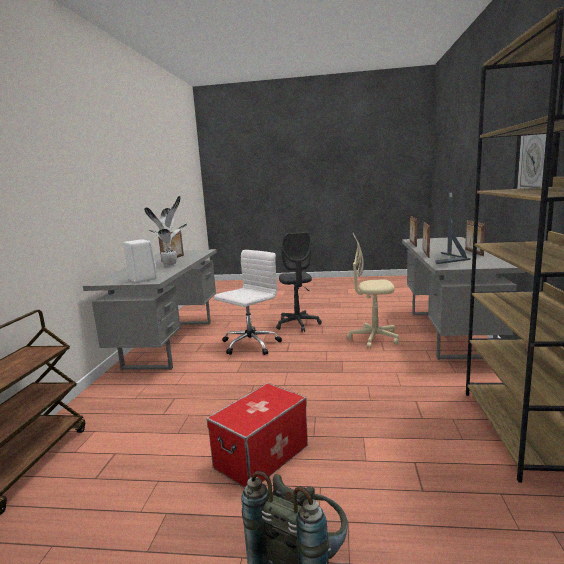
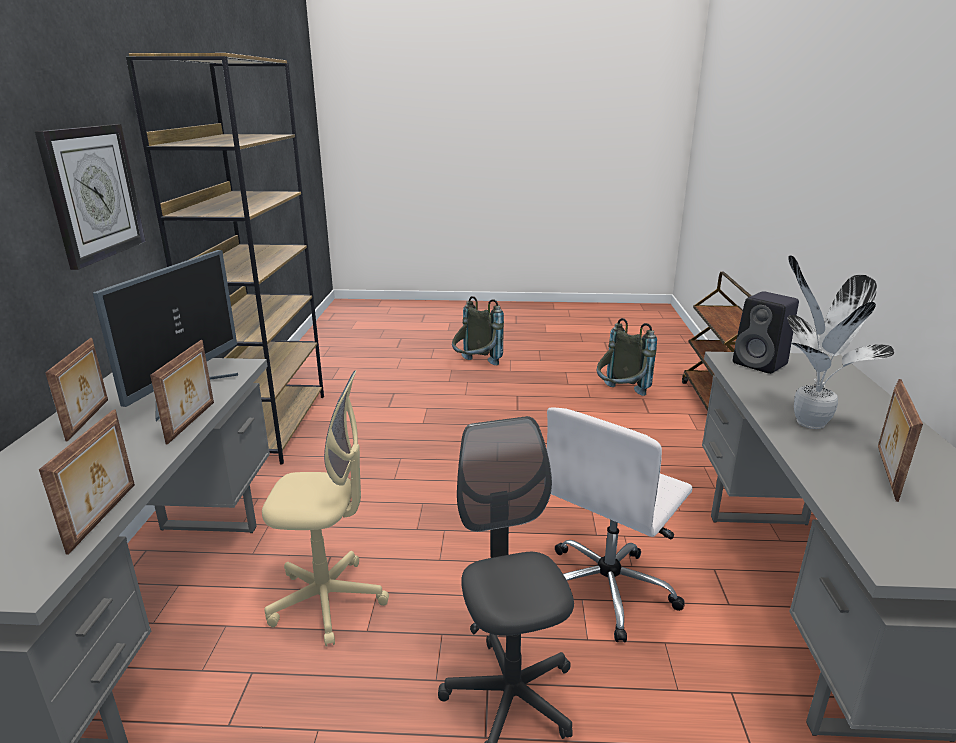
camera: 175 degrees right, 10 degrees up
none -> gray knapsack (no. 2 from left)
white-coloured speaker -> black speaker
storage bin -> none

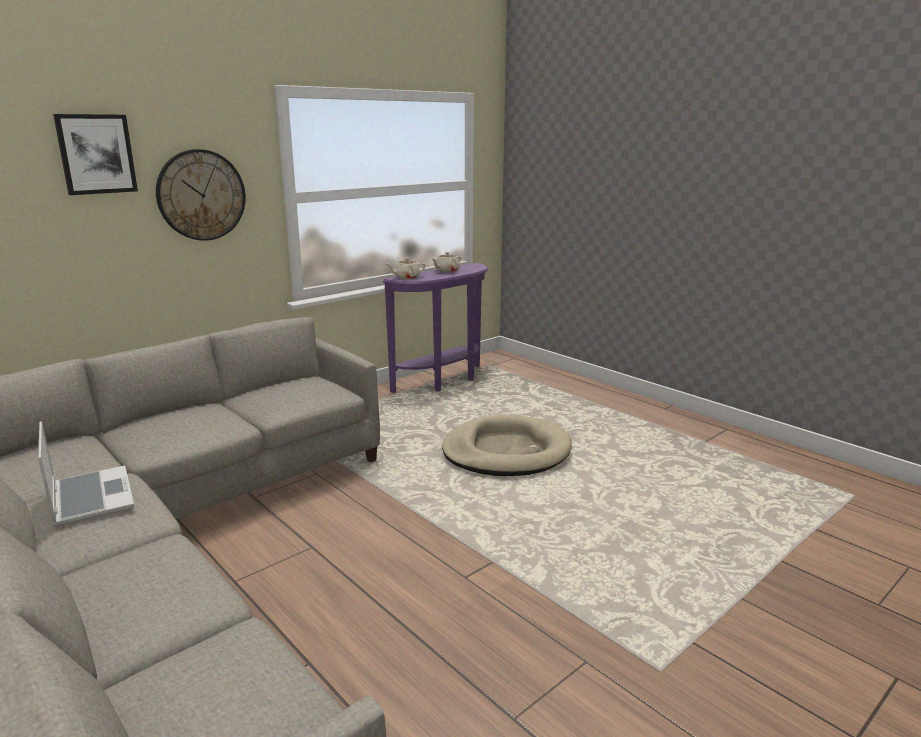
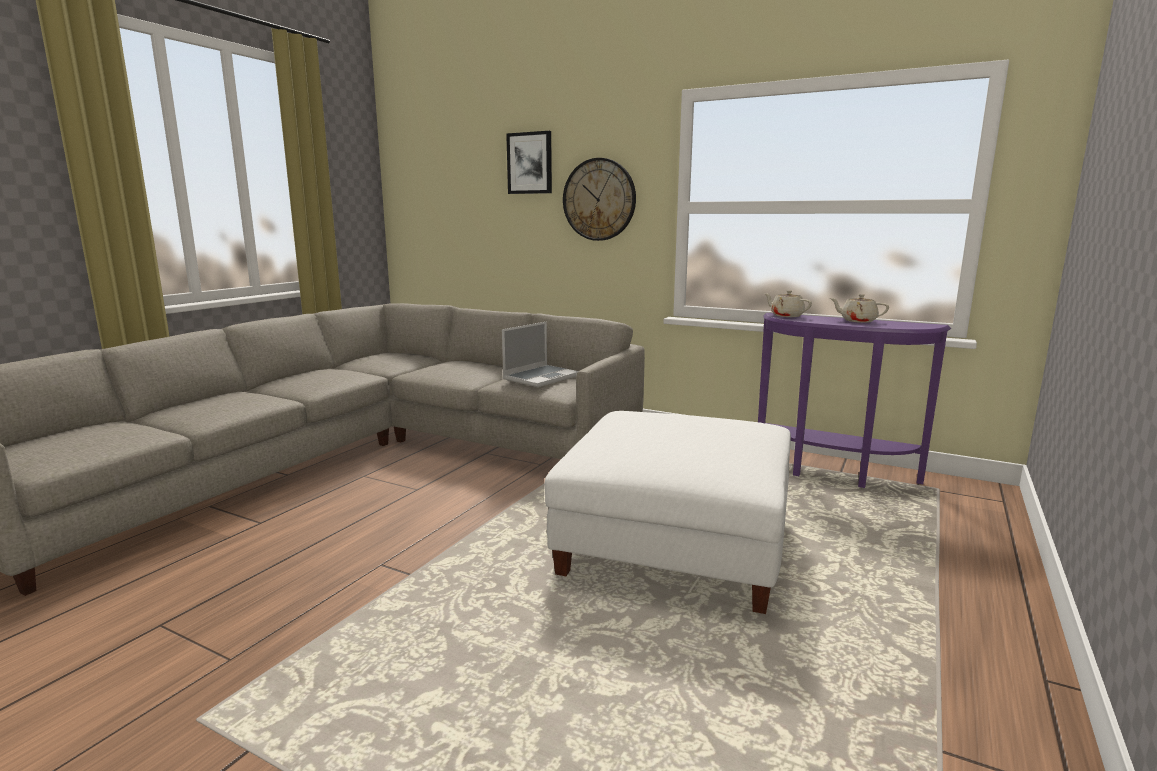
camera: 70 degrees right, 5 degrees down
notebook computer, relocated
sand-coloured pet bed -> white-coloured pouffe

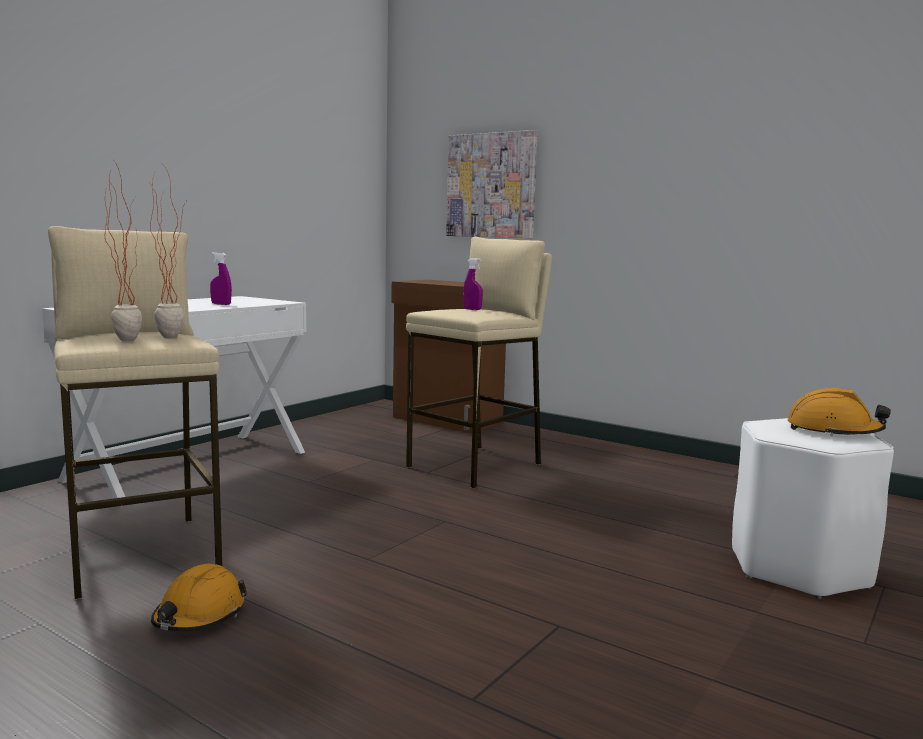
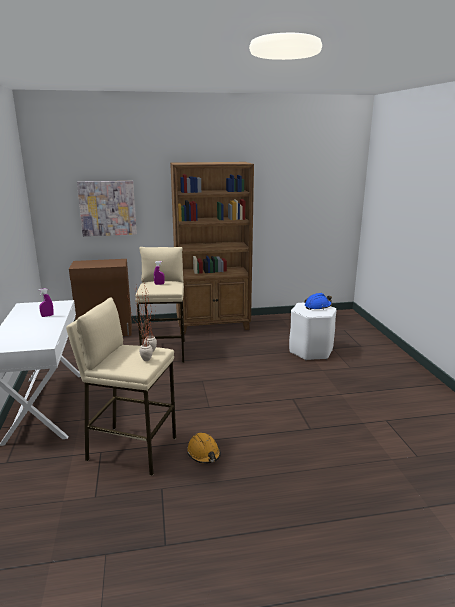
camera: 45 degrees left, 10 degrees up
none -> brownish bookcase
orange-coloured safety helmet (no. 2 from left) -> blue safety helmet

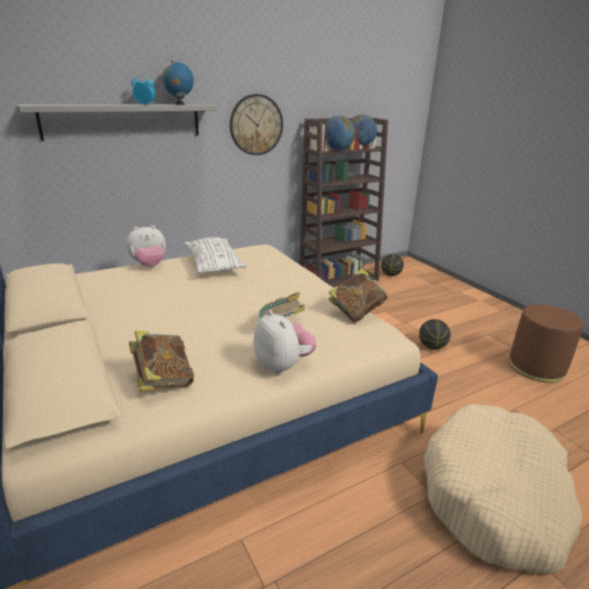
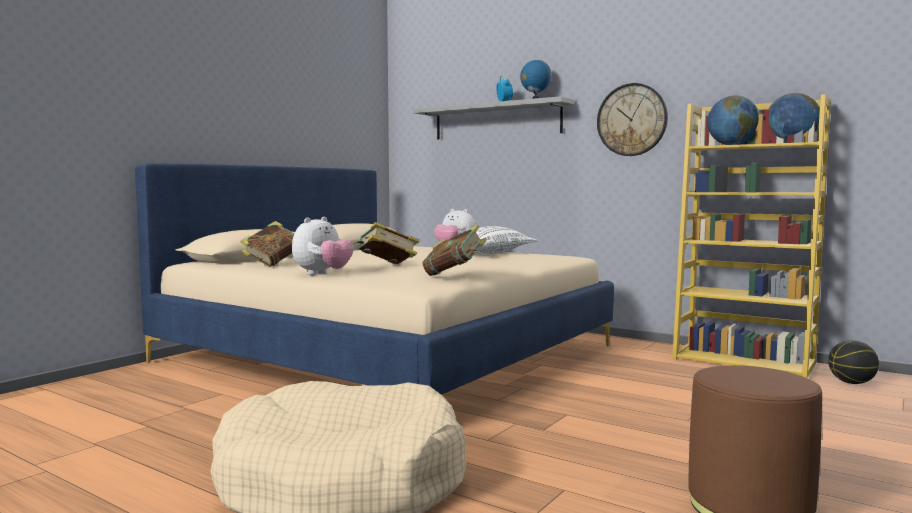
camera: 65 degrees right, 20 degrees down
brownish bookcase -> yellow bookcase
basketball (no. 2 from left) -> none

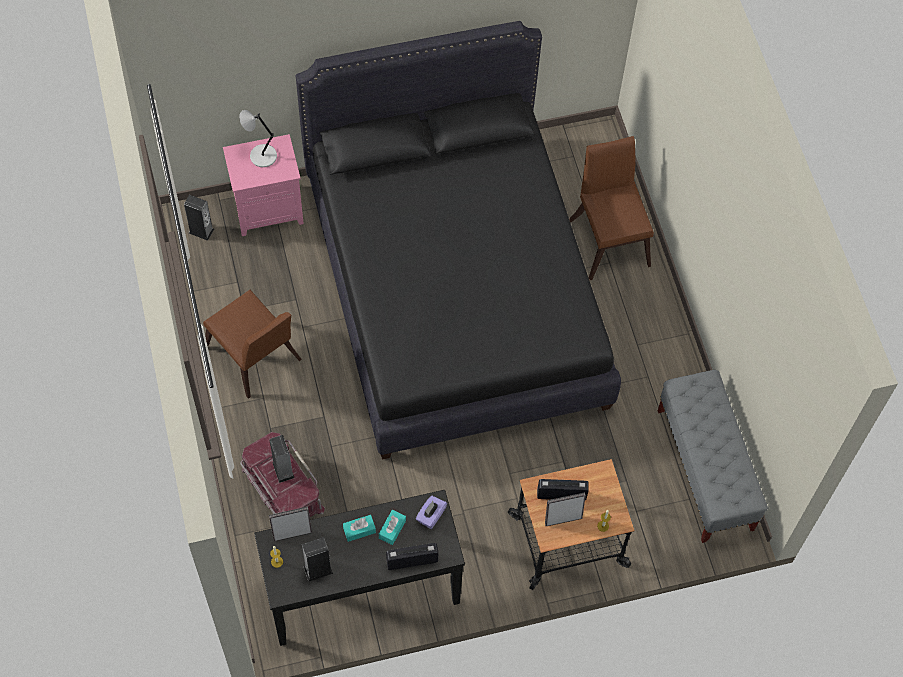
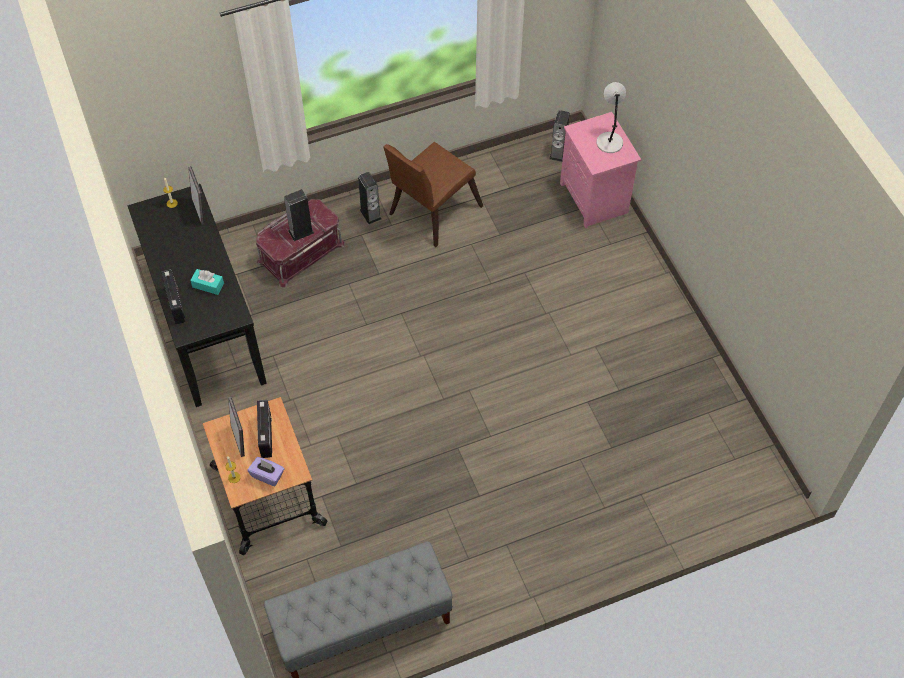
camera: 85 degrees right, 5 degrees down
purple-coloured box of tissues, relocated
speaker (no. 3 from left in the first image) -> speaker (no. 2 from left), relocated
black bedroom bed -> none
blue-green box of tissues (no. 1 from left) -> none
brownish plain chair (no. 2 from left) -> none

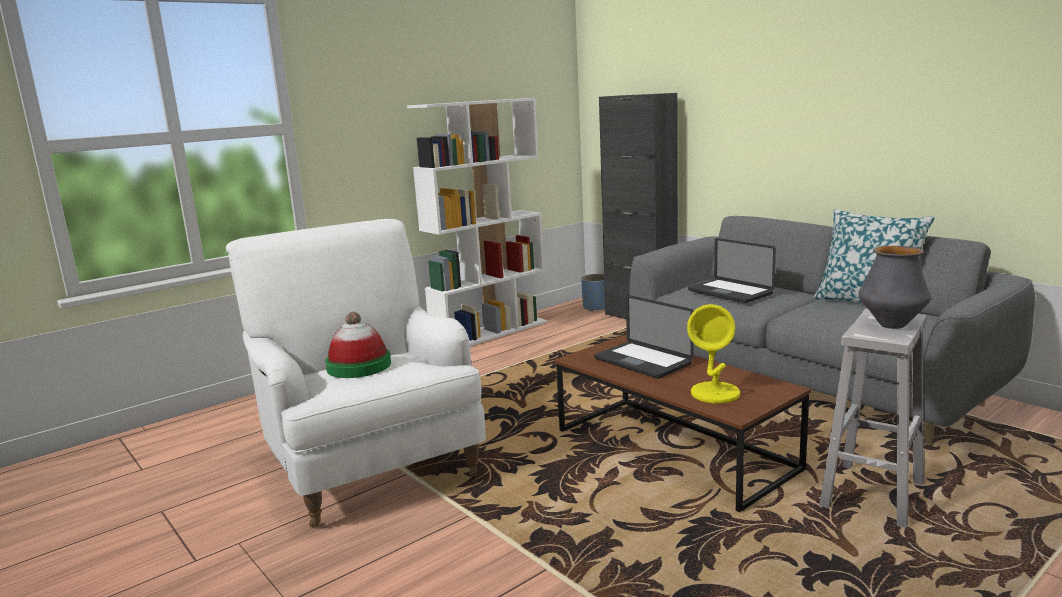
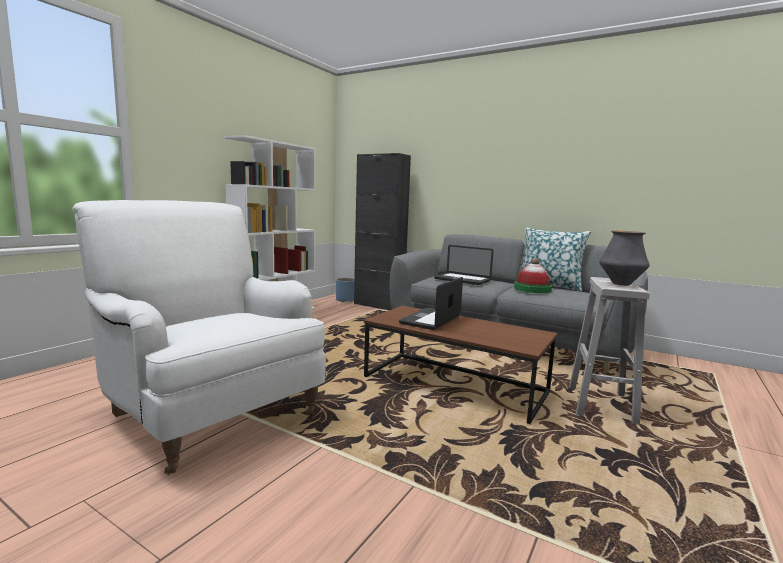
camera: 20 degrees left, 5 degrees down
notebook computer (no. 1 from left), 90 degrees clockwise
wearable hat, relocated
yellow tabletop lamp -> none

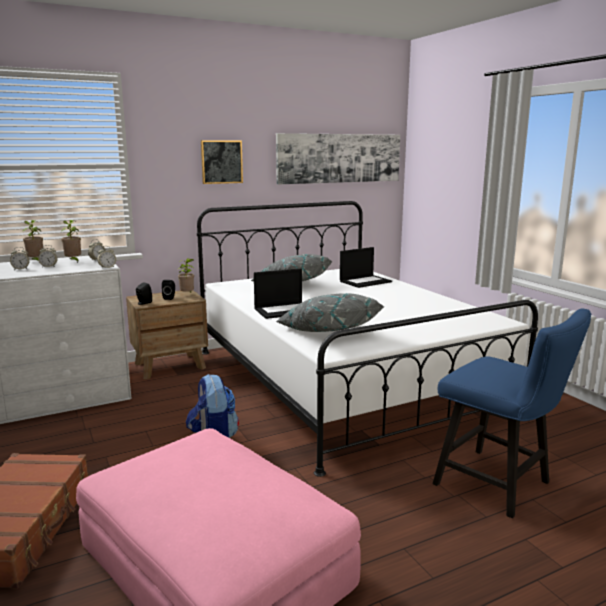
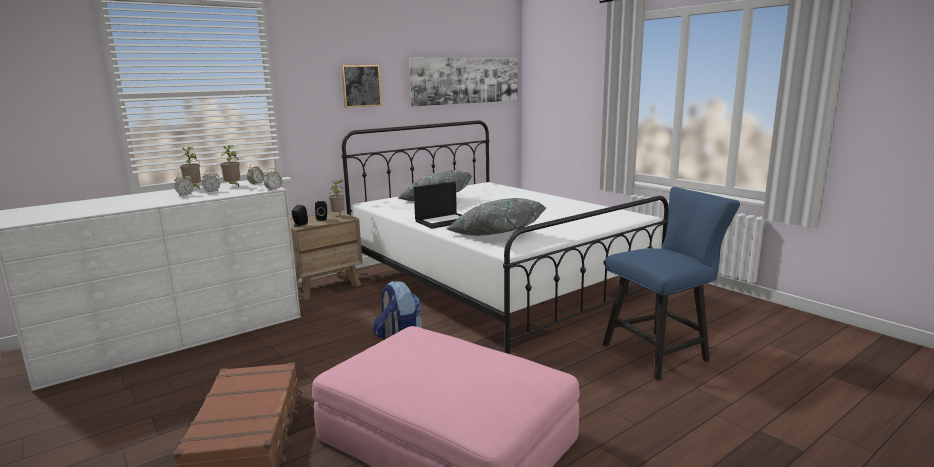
camera: 10 degrees left, 0 degrees up
blue plain chair, 60 degrees counterclockwise
notebook computer (no. 2 from left) -> none

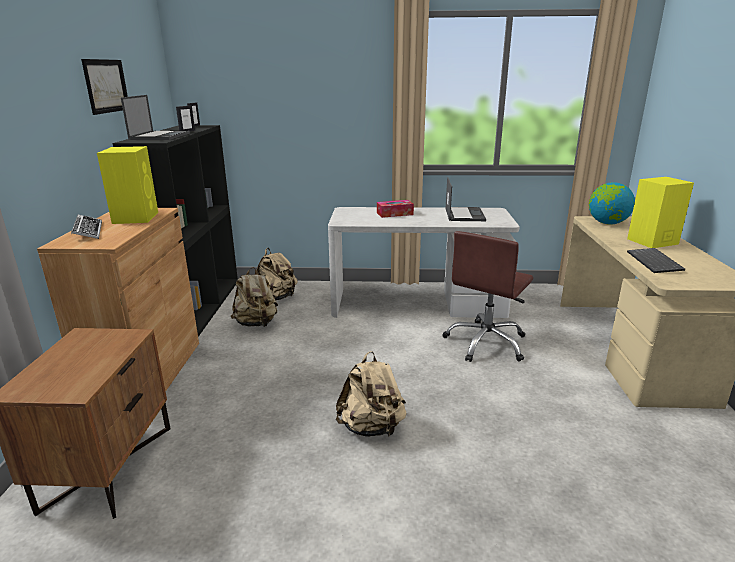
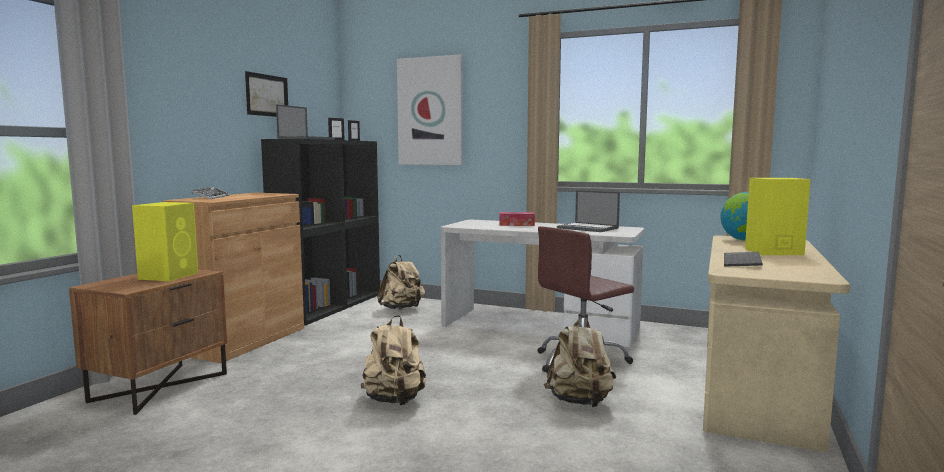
camera: 20 degrees right, 15 degrees down
yellow speaker (no. 1 from left), relocated
none -> wall picture (no. 2 from left)
sand-coloured knapsack (no. 1 from left in the first image) -> sand-coloured knapsack (no. 3 from left), relocated
notebook computer (no. 2 from left), 105 degrees clockwise

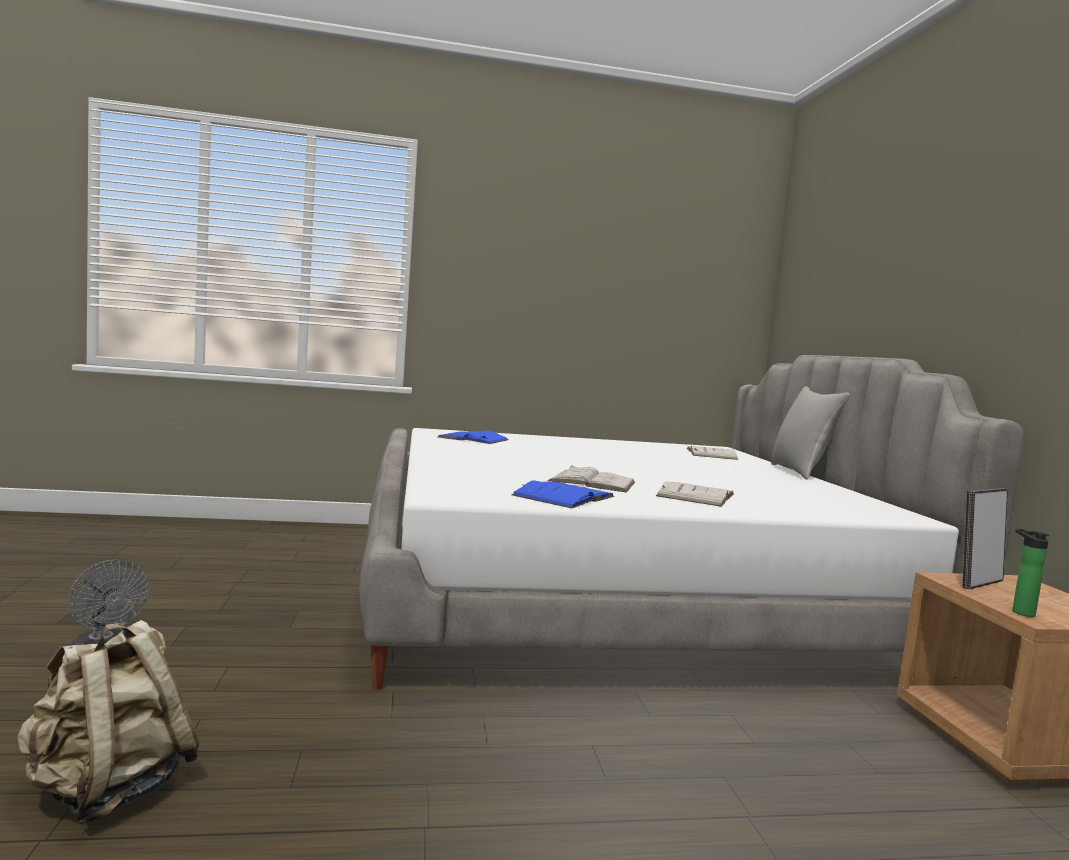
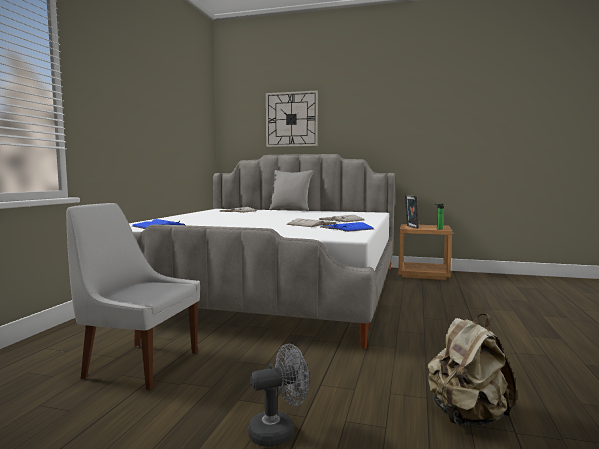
camera: 65 degrees left, 0 degrees up
none -> white-coloured plain chair
none -> wall clock

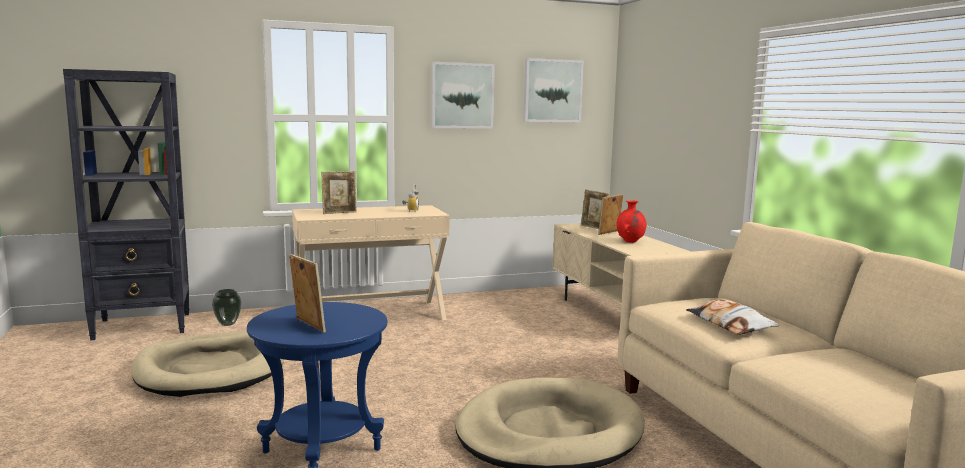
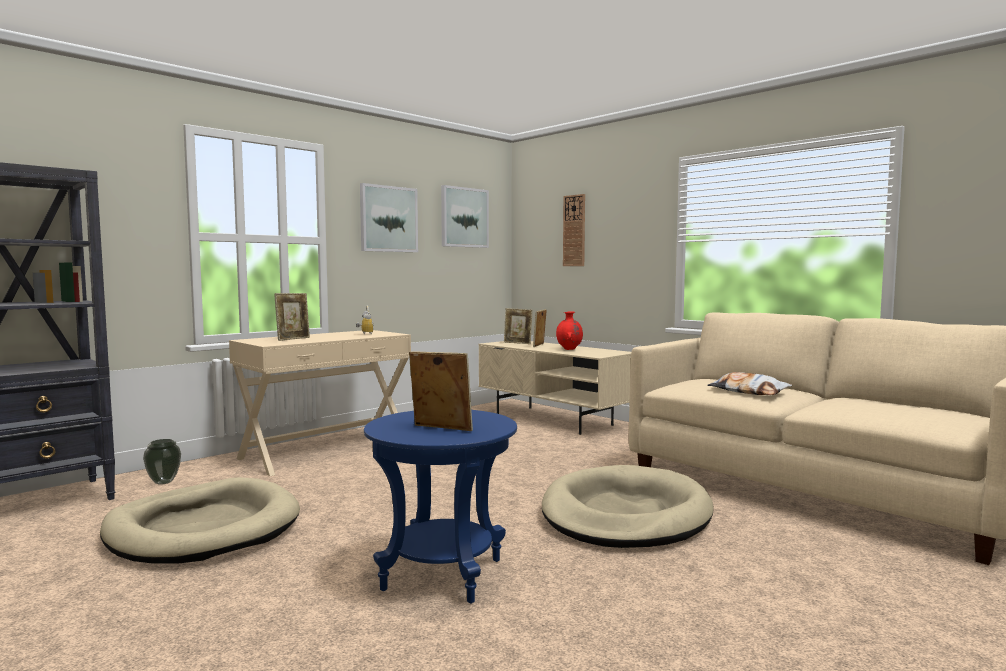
camera: 25 degrees left, 5 degrees down
none -> wall clock

